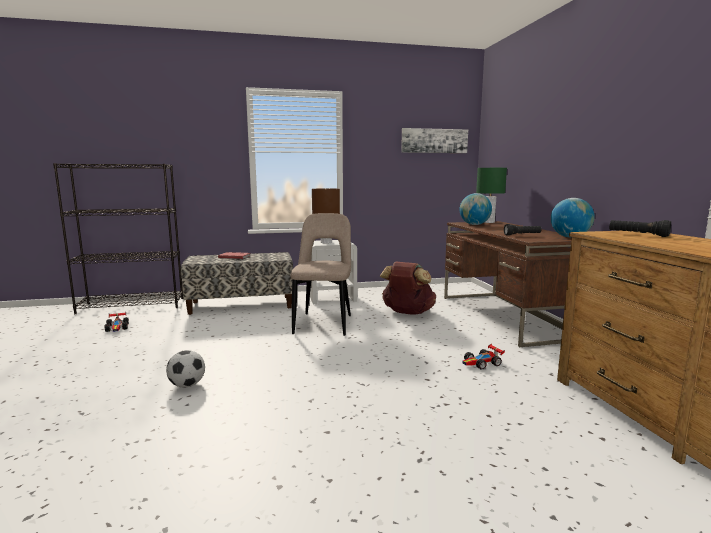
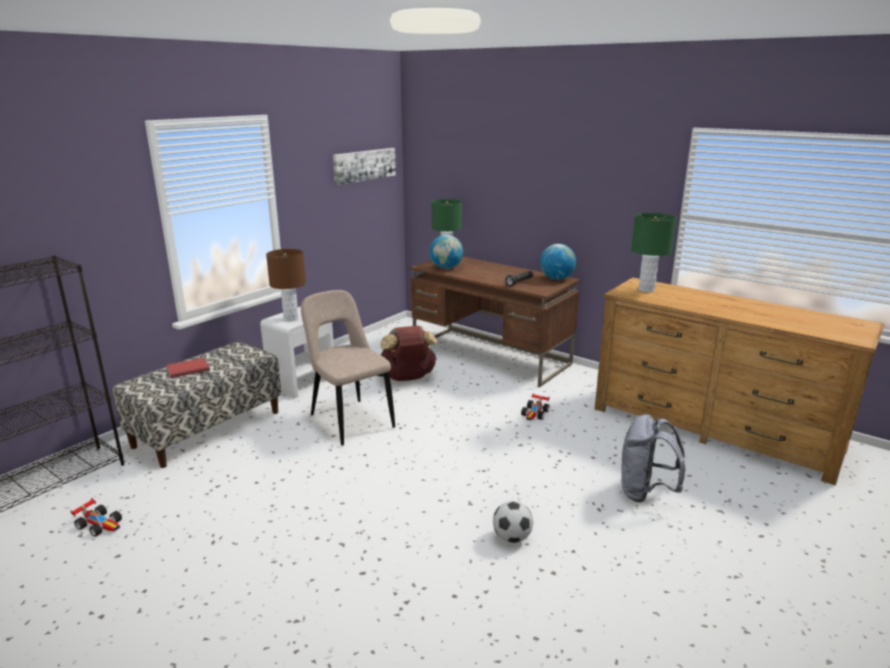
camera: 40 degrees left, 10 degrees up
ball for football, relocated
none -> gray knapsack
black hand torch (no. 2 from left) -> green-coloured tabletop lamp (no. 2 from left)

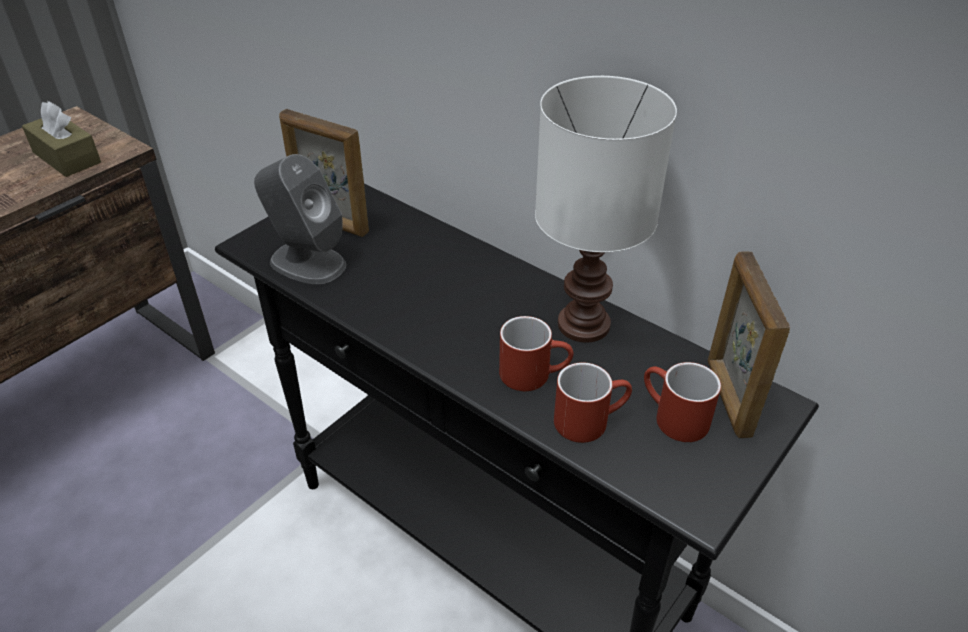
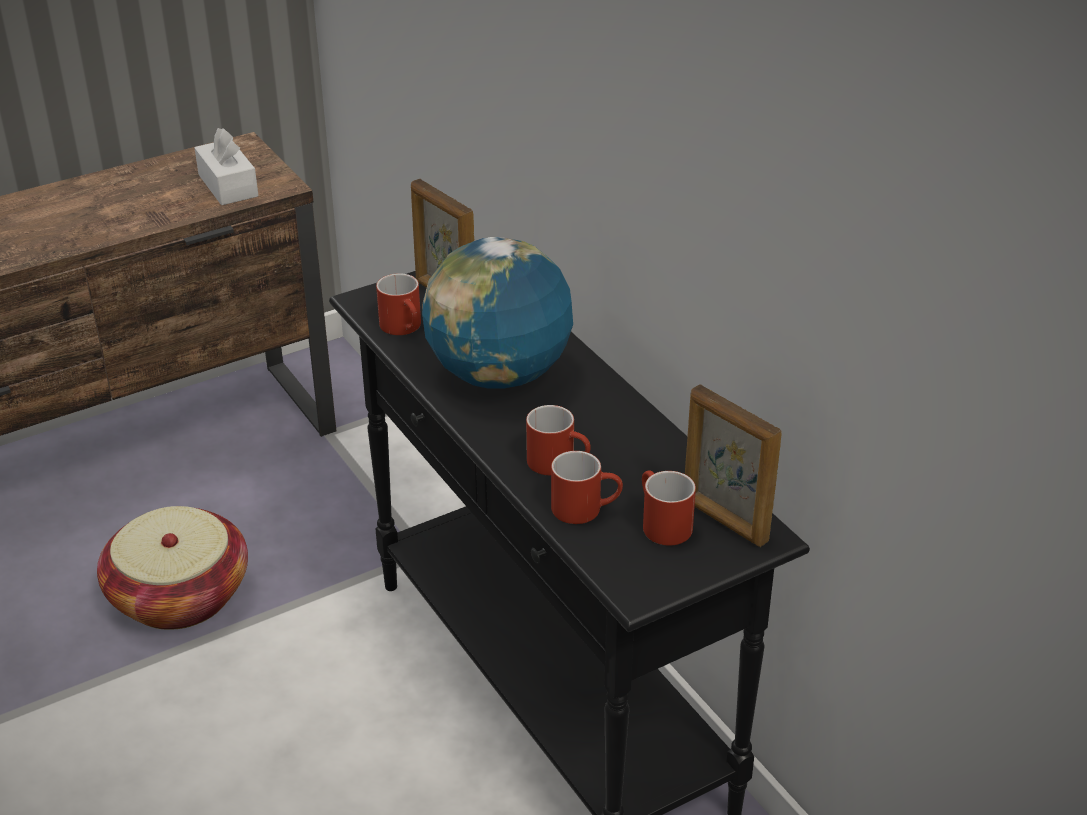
camera: 20 degrees right, 5 degrees down
none -> basket
brownish box of tissues -> white-coloured box of tissues
gray speaker -> red-coloured tea mug (no. 1 from left)
none -> desk globe
photo frame (no. 2 from left), 60 degrees counterclockwise
white-coloured tabletop lamp -> none

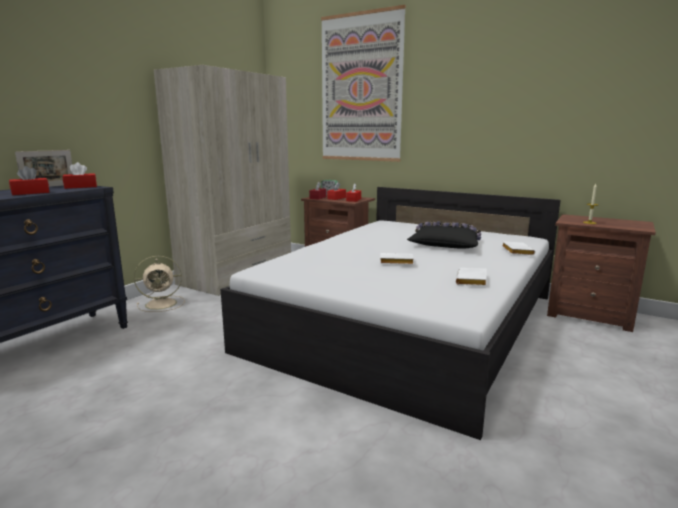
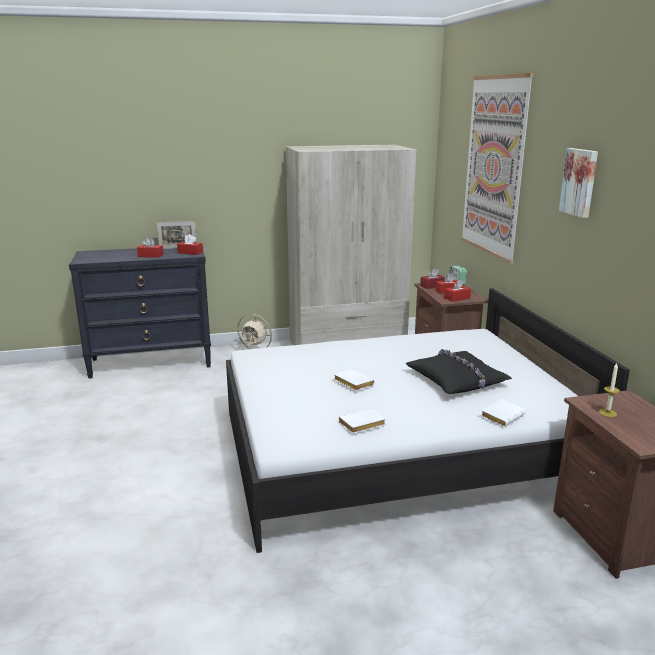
camera: 45 degrees right, 5 degrees up
none -> wall picture (no. 2 from left)

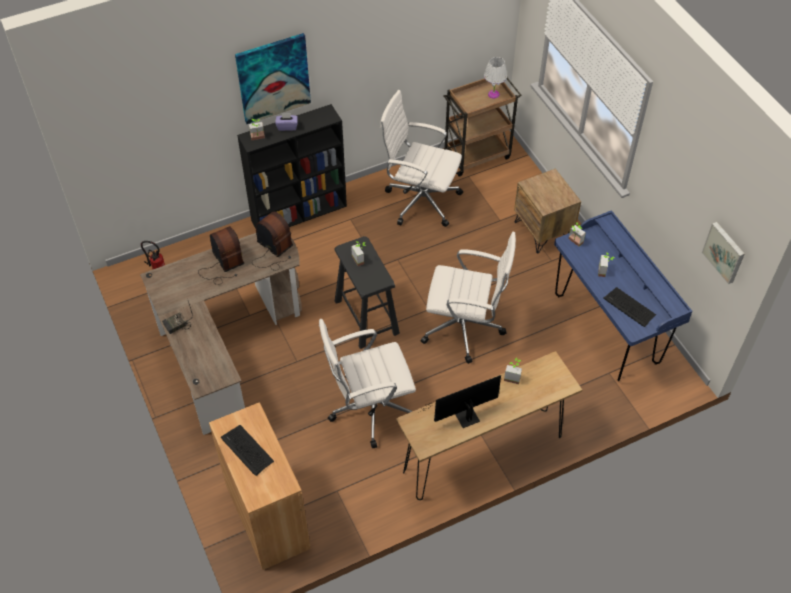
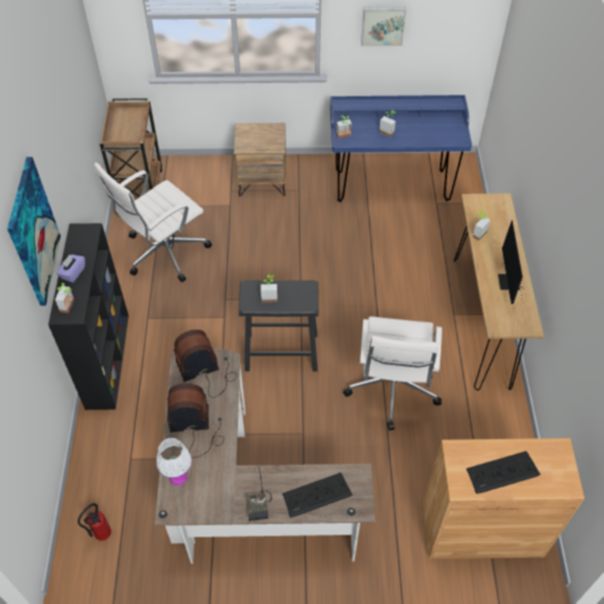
camera: 65 degrees left, 0 degrees up
white-coloured tabletop lamp, relocated
keyboard (no. 2 from left in the first image) -> keyboard (no. 1 from left), relocated
wall picture (no. 2 from left), relocated
white-coloured desk chair (no. 3 from left) -> none

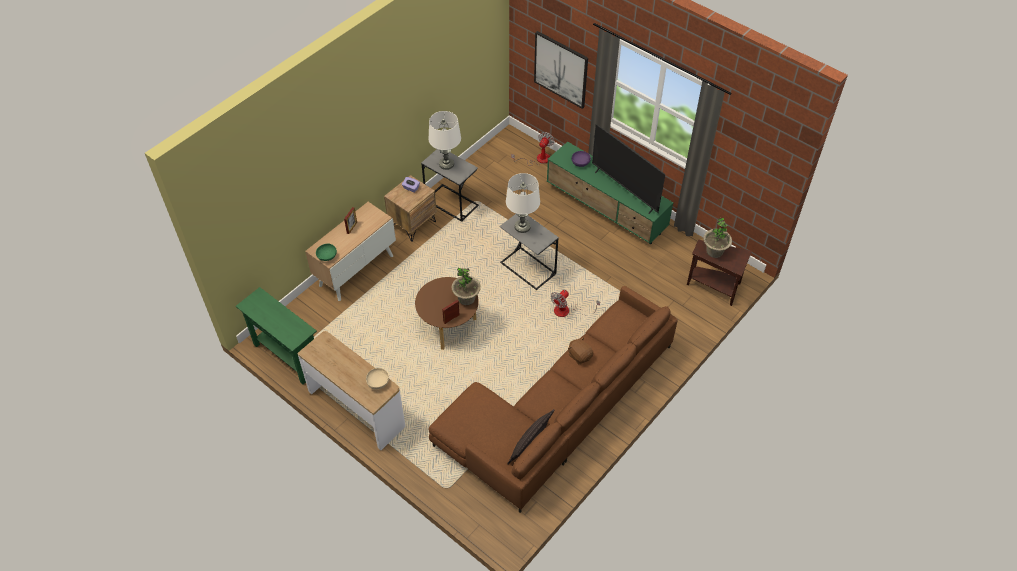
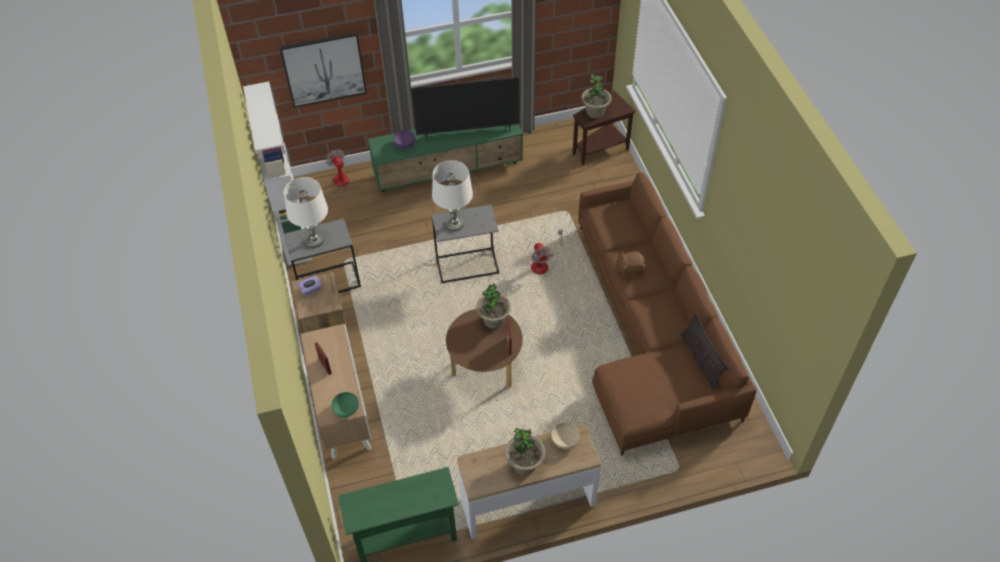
camera: 55 degrees left, 0 degrees up
none -> white-coloured bookcase
none -> plant in a pot (no. 2 from left)

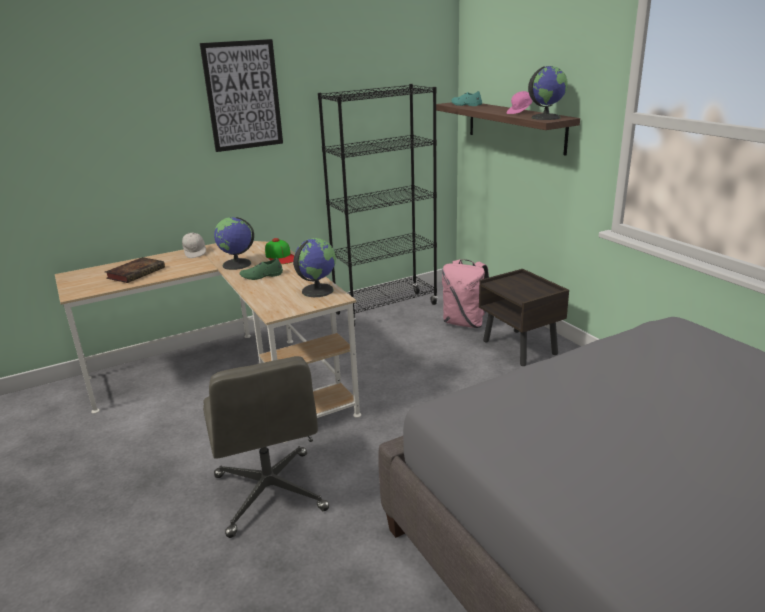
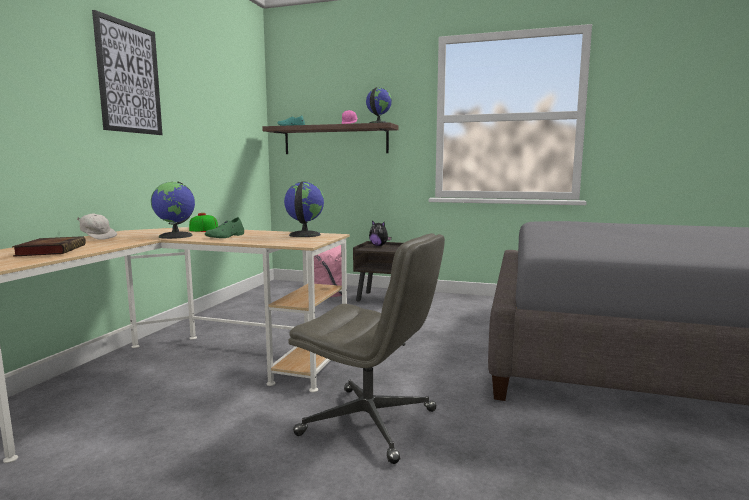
camera: 45 degrees left, 15 degrees down
none -> soft toy
black bookcase -> none

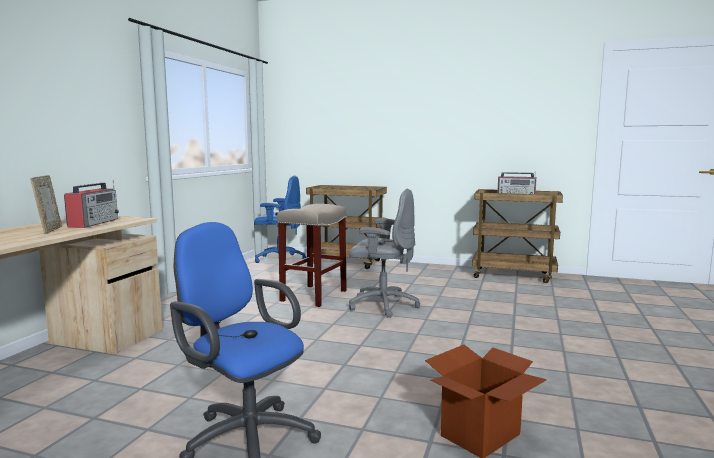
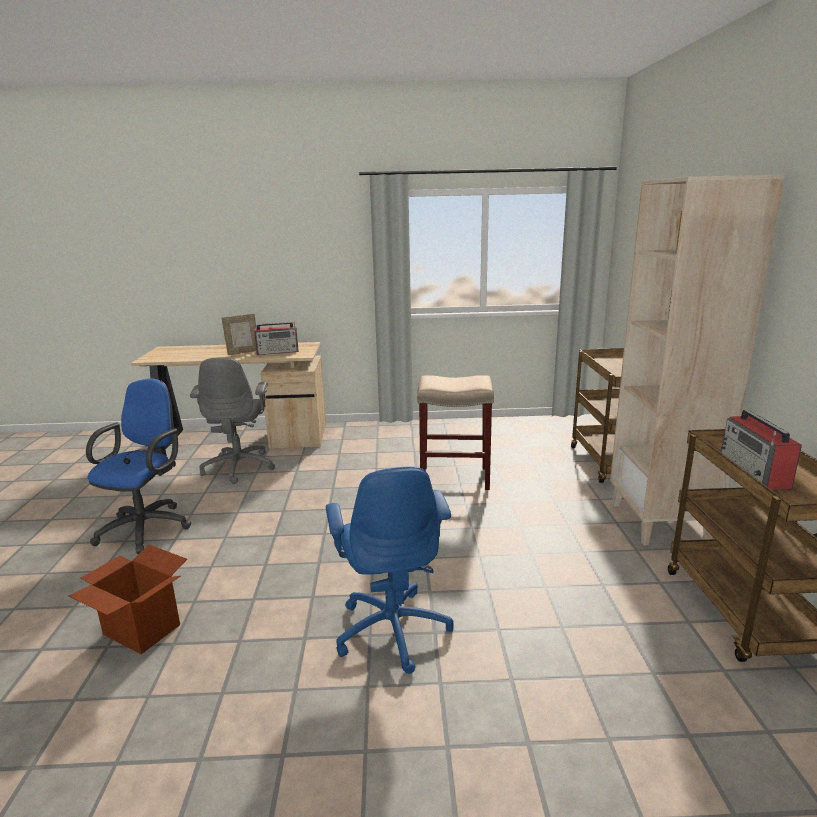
camera: 70 degrees right, 10 degrees up
gray desk chair, relocated
blue desk chair (no. 2 from left), relocated
none -> sand-coloured bookcase

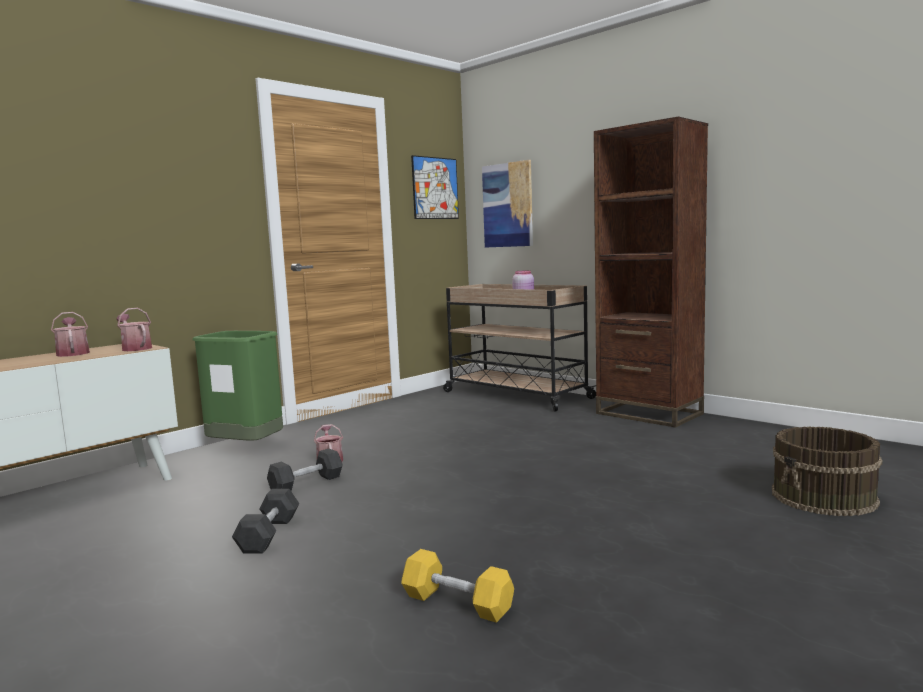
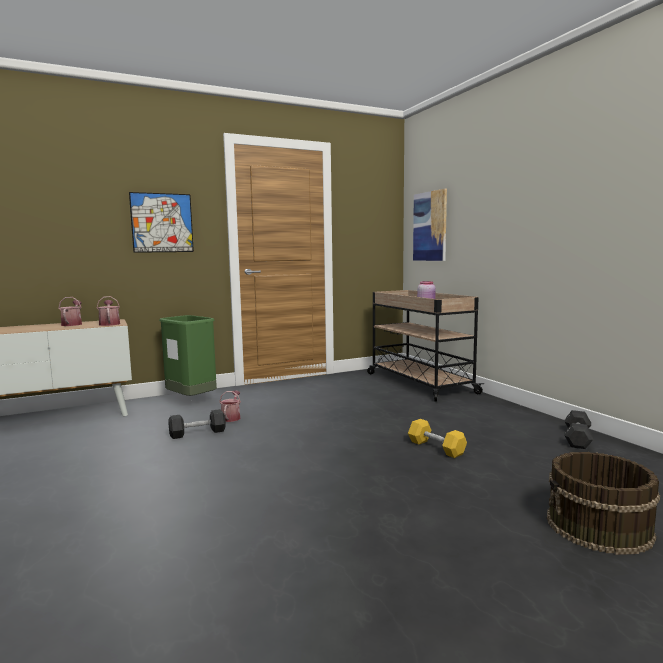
camera: 20 degrees right, 0 degrees up
wall picture (no. 1 from left), relocated
yellow free weight, relocated
black free weight (no. 1 from left in the first image) -> black free weight (no. 2 from left), relocated
brownish bookcase -> none

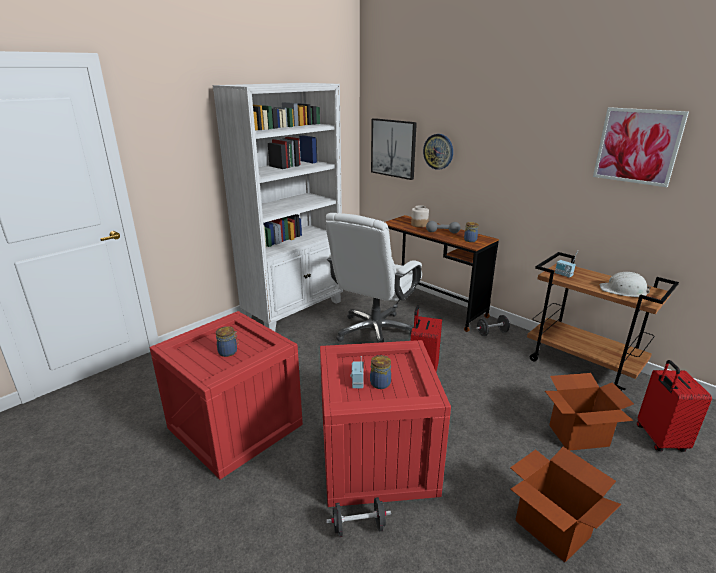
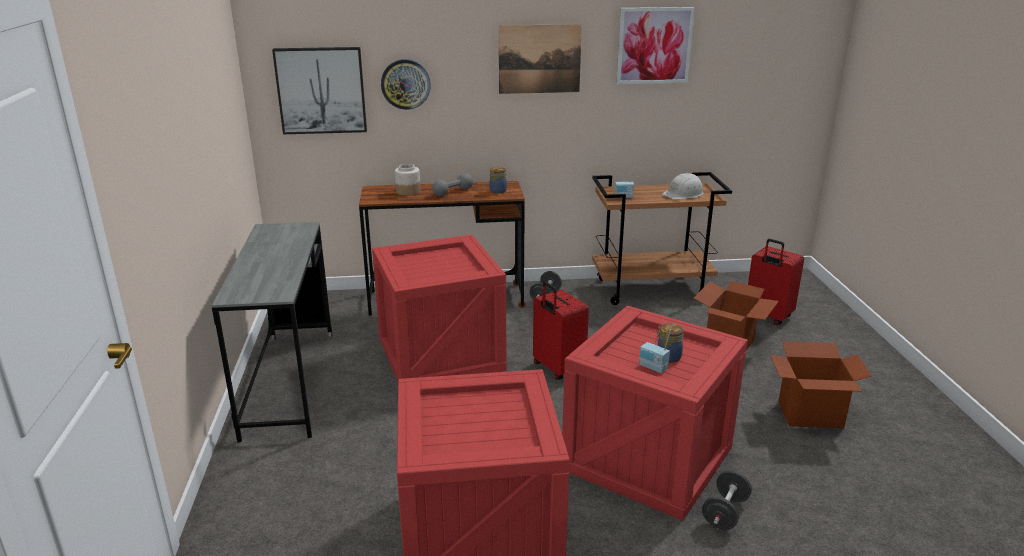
camera: 50 degrees left, 0 degrees up
white-coloured bookcase -> gray desk
white-coloured desk chair -> packing crate (no. 1 from left)
none -> wall picture (no. 2 from left)
storage jar (no. 1 from left) -> none

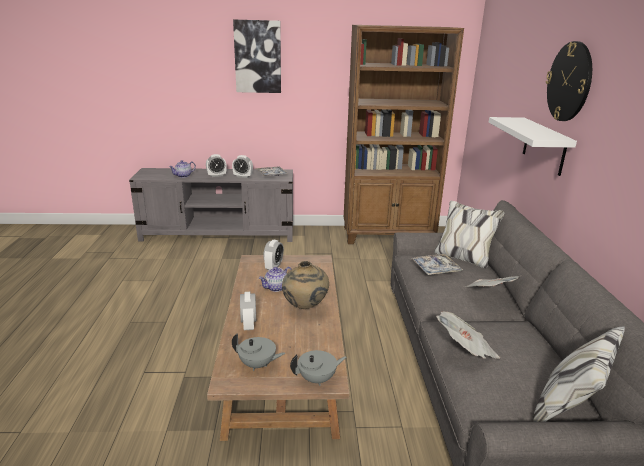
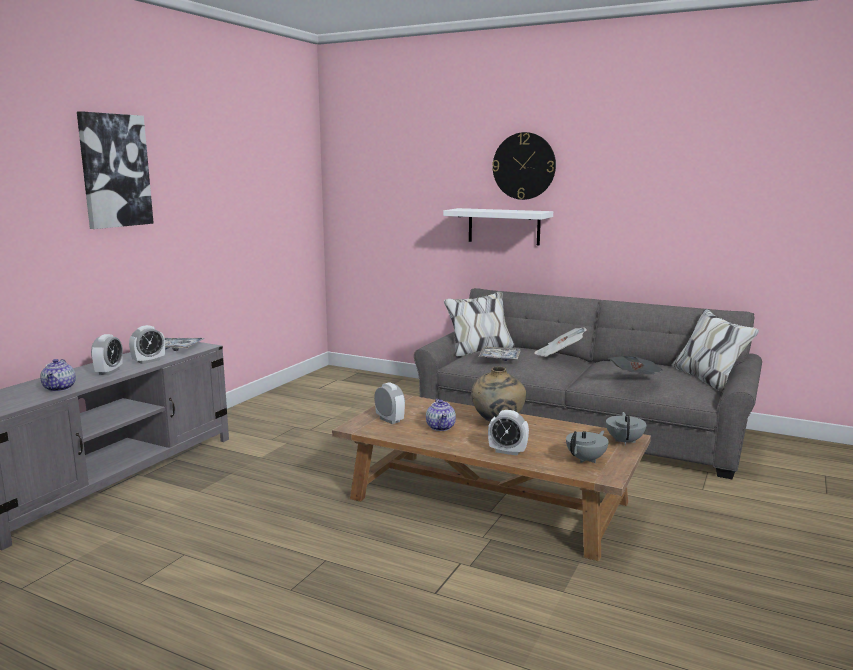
camera: 60 degrees left, 10 degrees down
brownish bookcase -> none

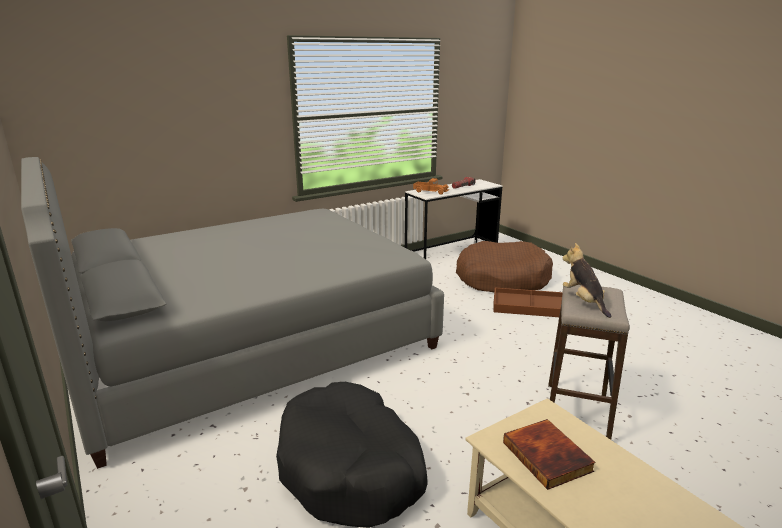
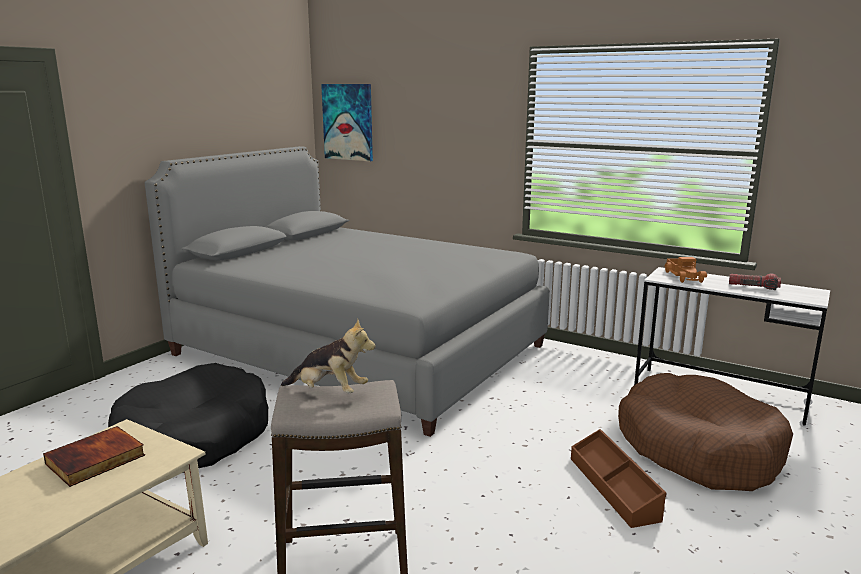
camera: 65 degrees right, 5 degrees down
soft toy, 60 degrees clockwise
none -> wall picture

